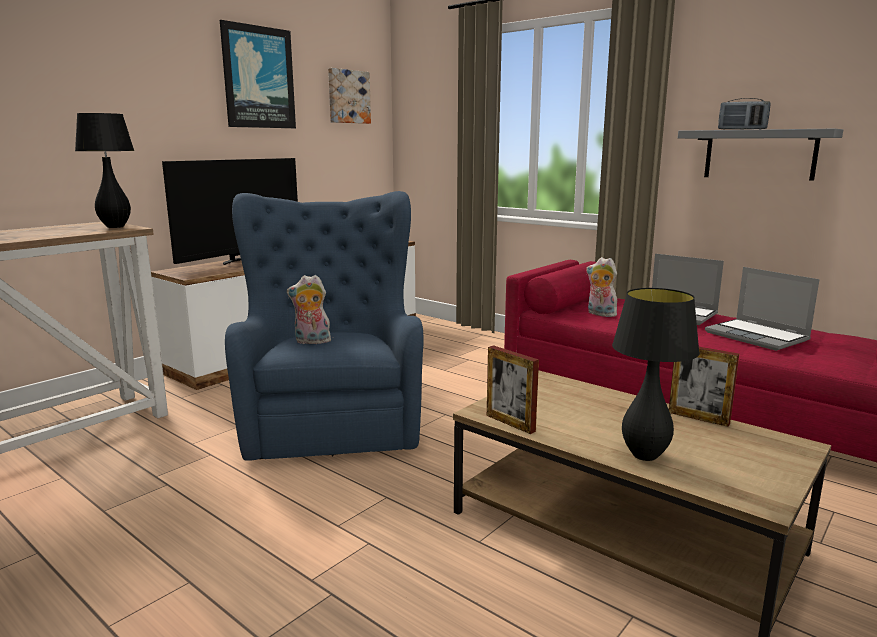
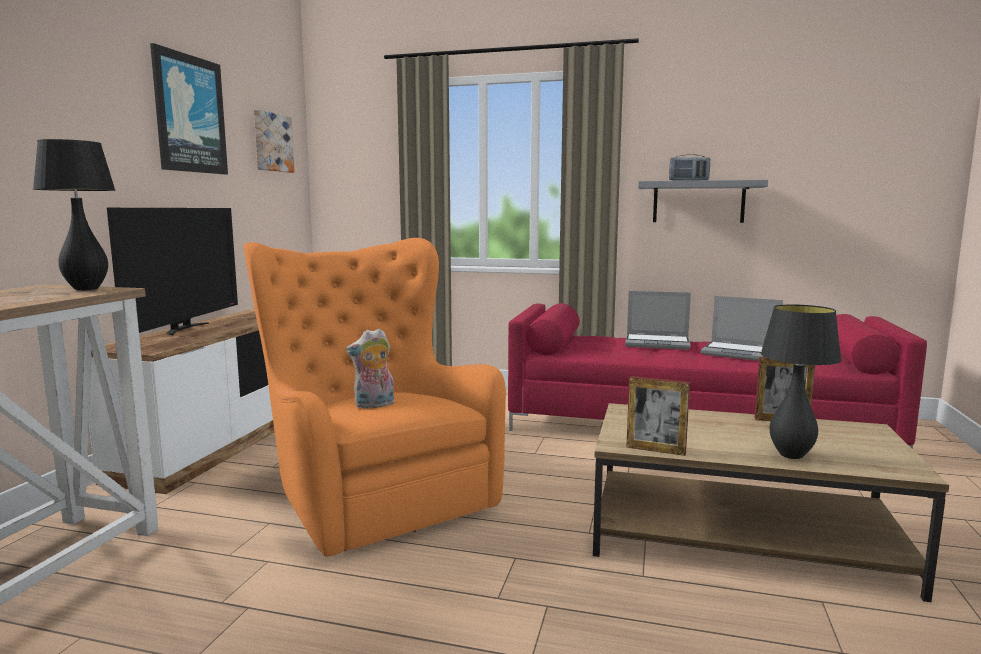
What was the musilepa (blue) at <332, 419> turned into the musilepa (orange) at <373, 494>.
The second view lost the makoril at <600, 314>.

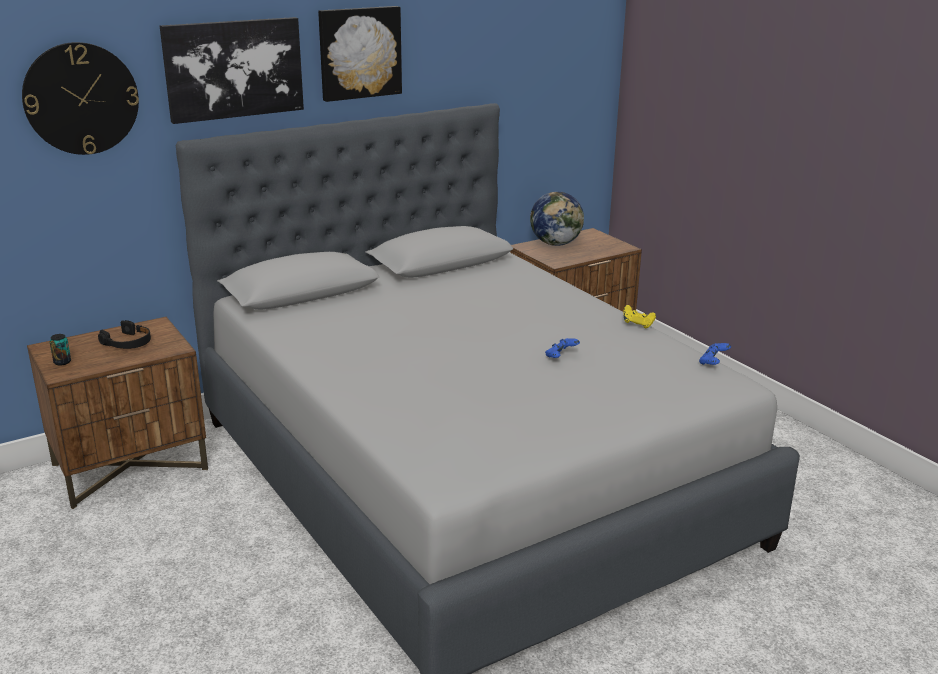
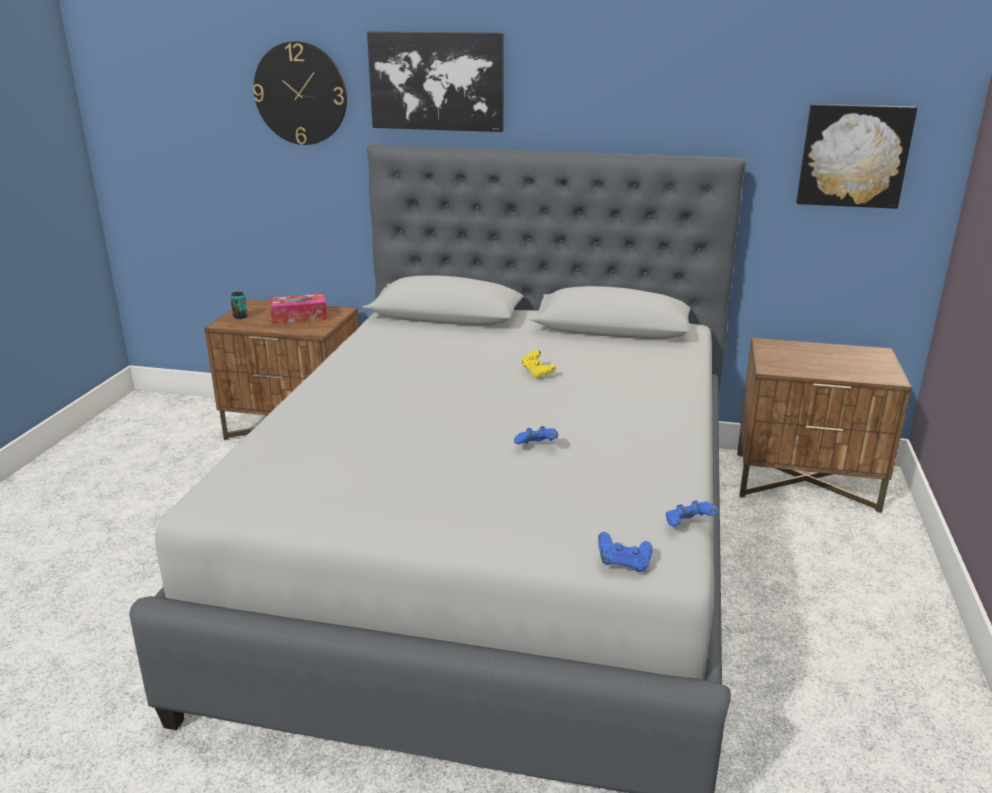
The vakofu ended up elsewhere, having gone from <359, 52> to <853, 155>.
The second view lost the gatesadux at <556, 244>.
The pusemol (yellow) ended up elsewhere, having gone from <638, 324> to <537, 373>.
Where the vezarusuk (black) stood at <128, 342>, the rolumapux came to stand at <299, 317>.
The second view gained the pusemol (blue) at <623, 564>.

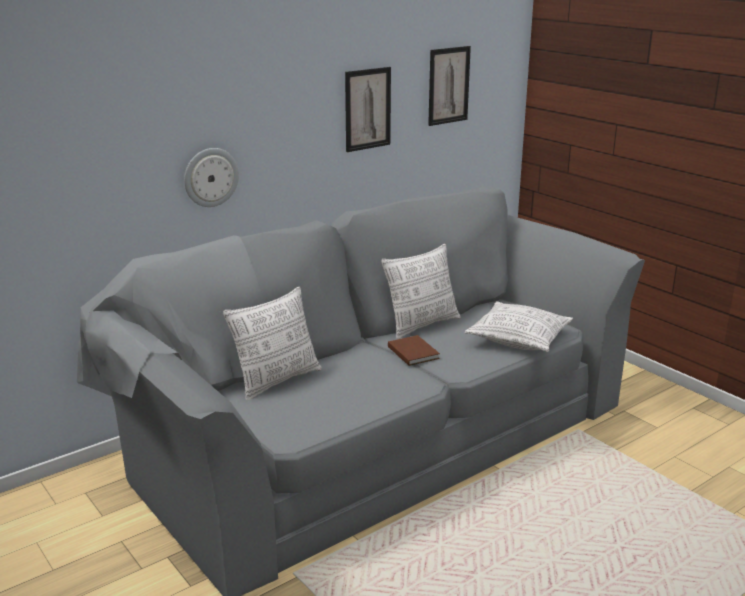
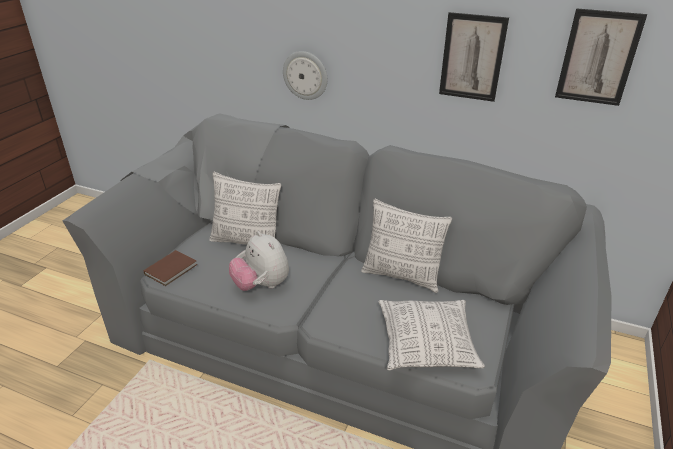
The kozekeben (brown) ended up elsewhere, having gone from <413, 352> to <172, 269>.
The second view gained the makoril at <261, 285>.

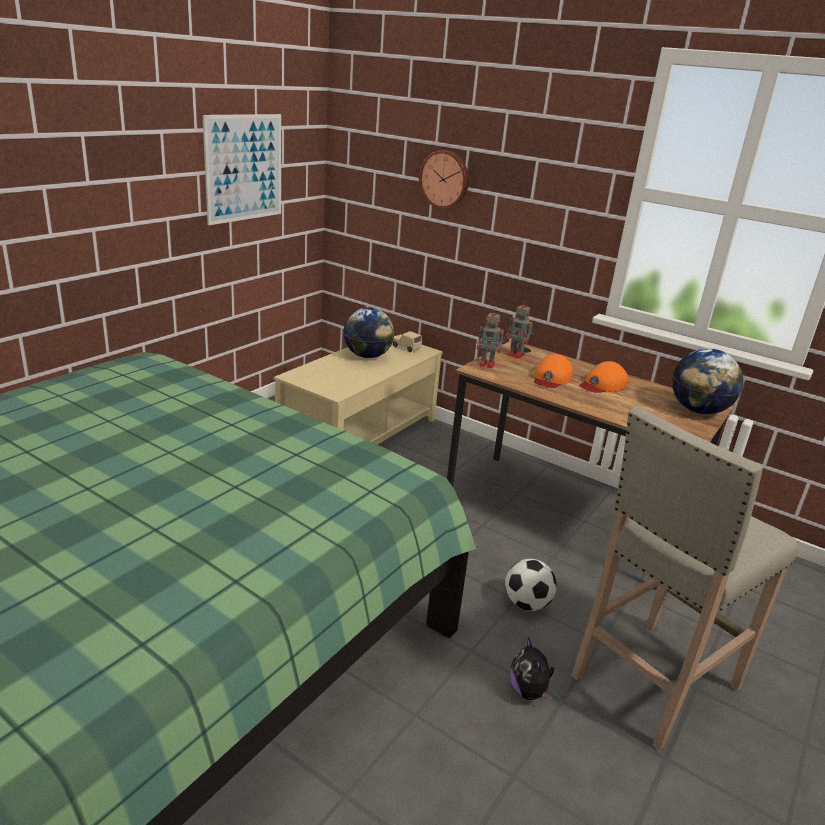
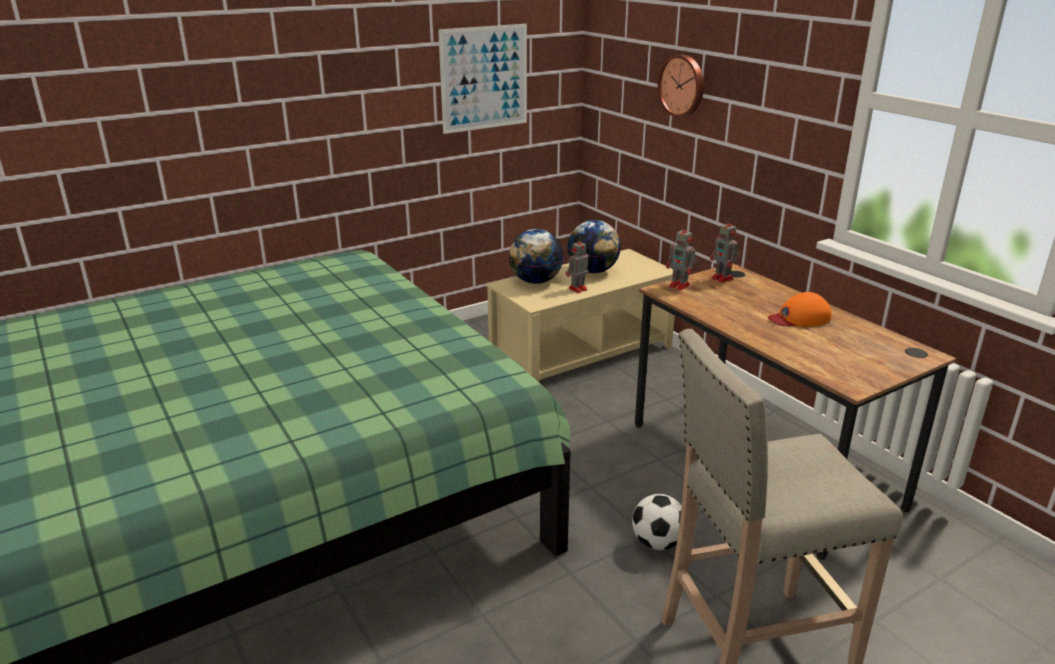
The second view lost the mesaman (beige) at <406, 347>.
The gatesadux ended up elsewhere, having gone from <698, 411> to <535, 281>.
The second view lost the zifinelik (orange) at <551, 378>.
The second view lost the makoril at <529, 691>.
The second view gained the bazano at <577, 289>.

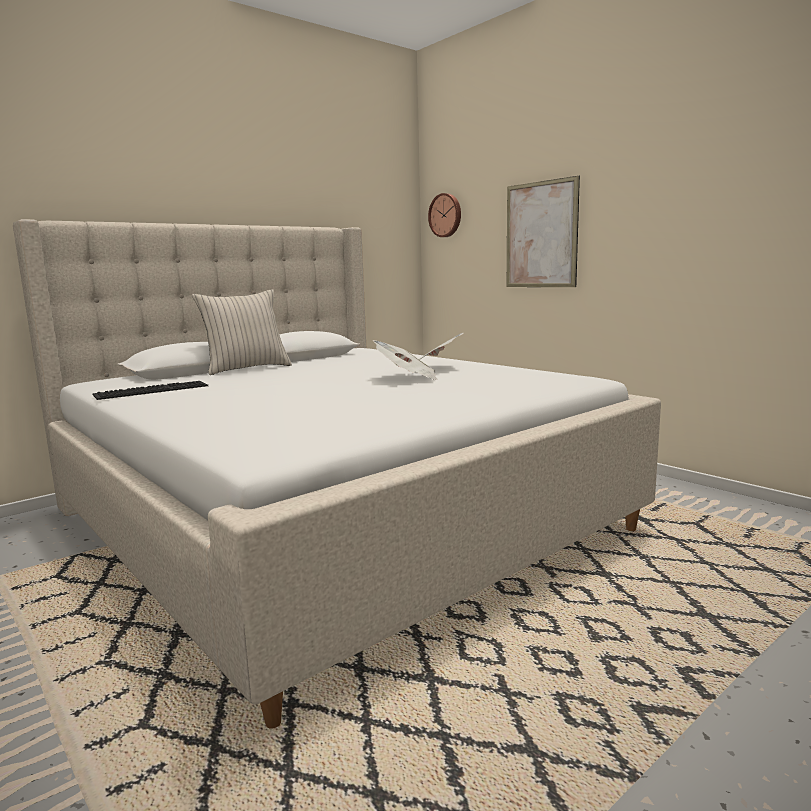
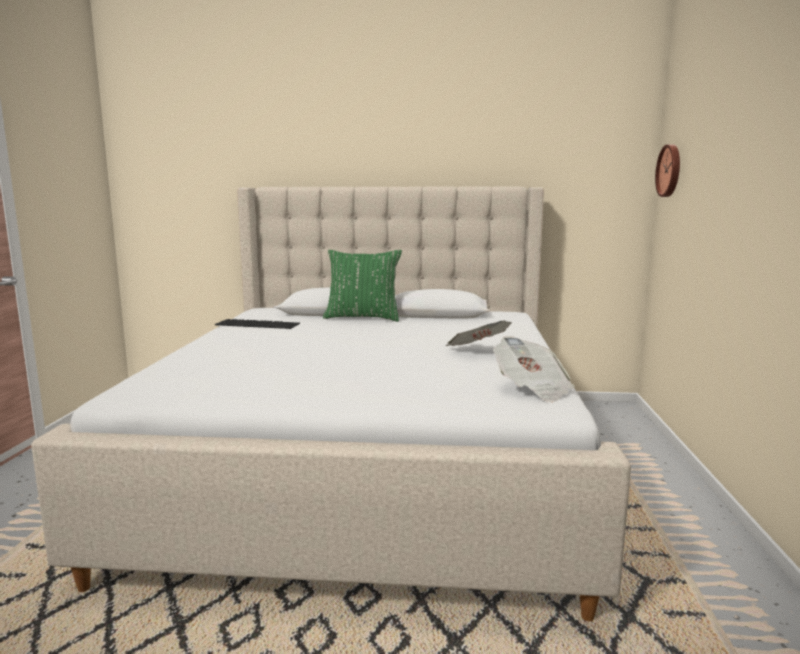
The second view lost the vakofu at <541, 235>.
What was the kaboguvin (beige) at <246, 369> turned into the kaboguvin (green) at <363, 318>.
The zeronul ended up elsewhere, having gone from <407, 378> to <532, 389>.

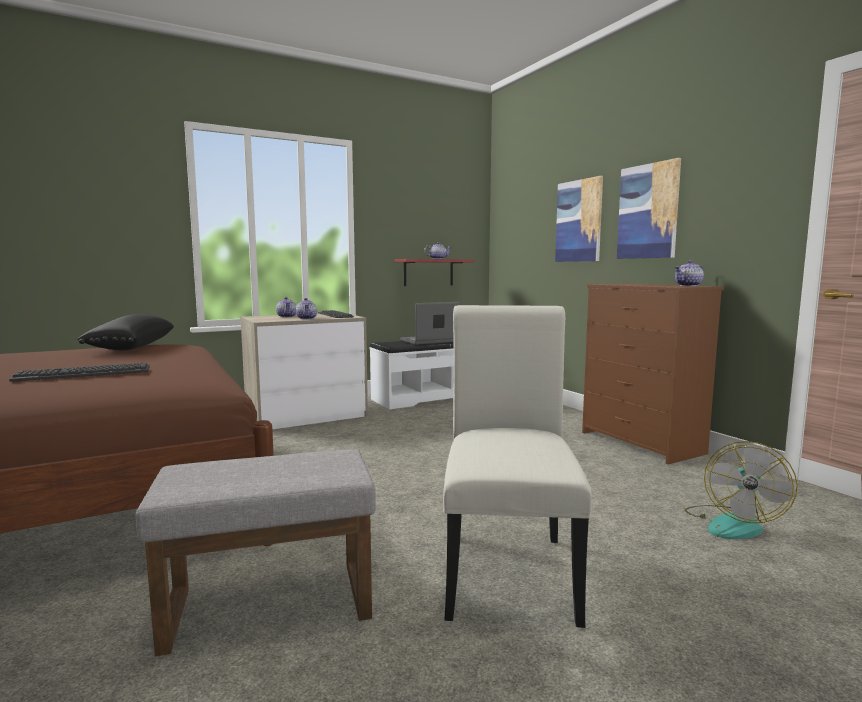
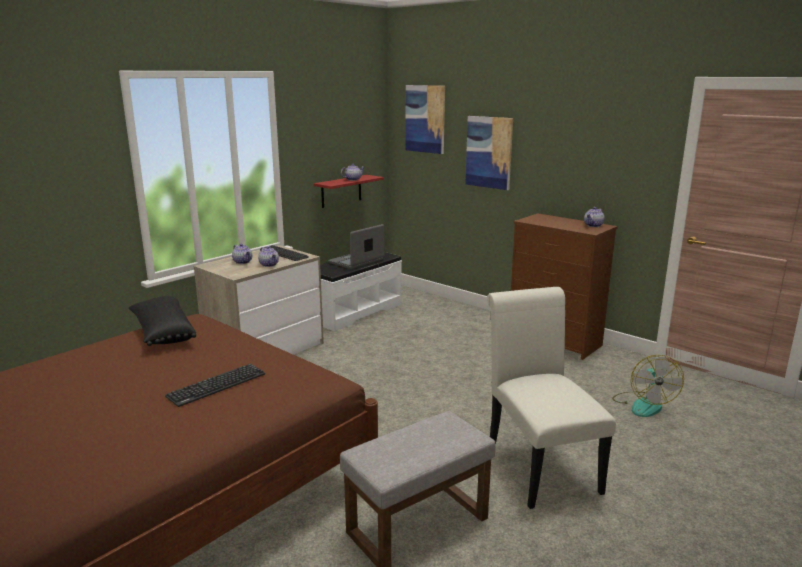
The vakofu ended up elsewhere, having gone from <648, 211> to <425, 119>.

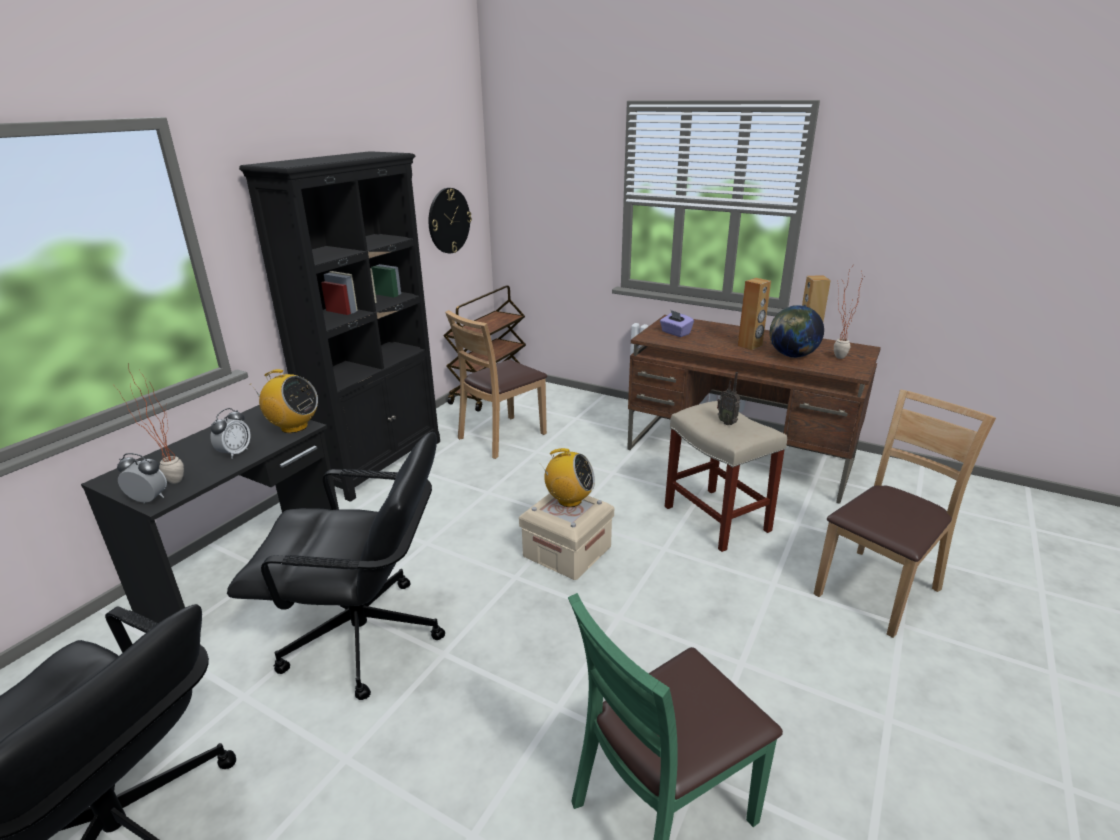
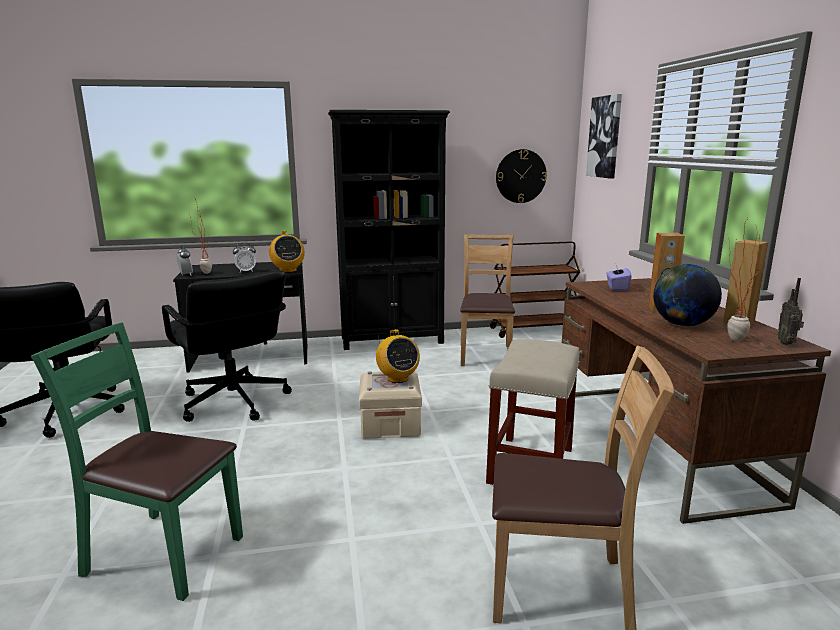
The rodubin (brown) at <501, 437> ended up facing another way, 90 degrees clockwise from before.
The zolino ended up elsewhere, having gone from <727, 422> to <787, 343>.
The second view gained the vakofu at <605, 137>.

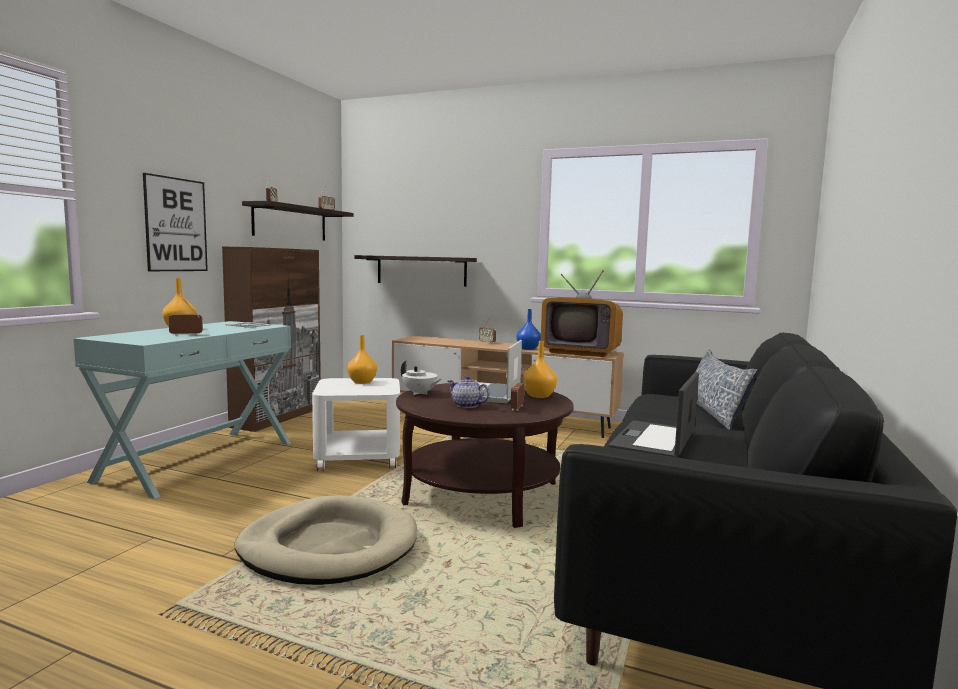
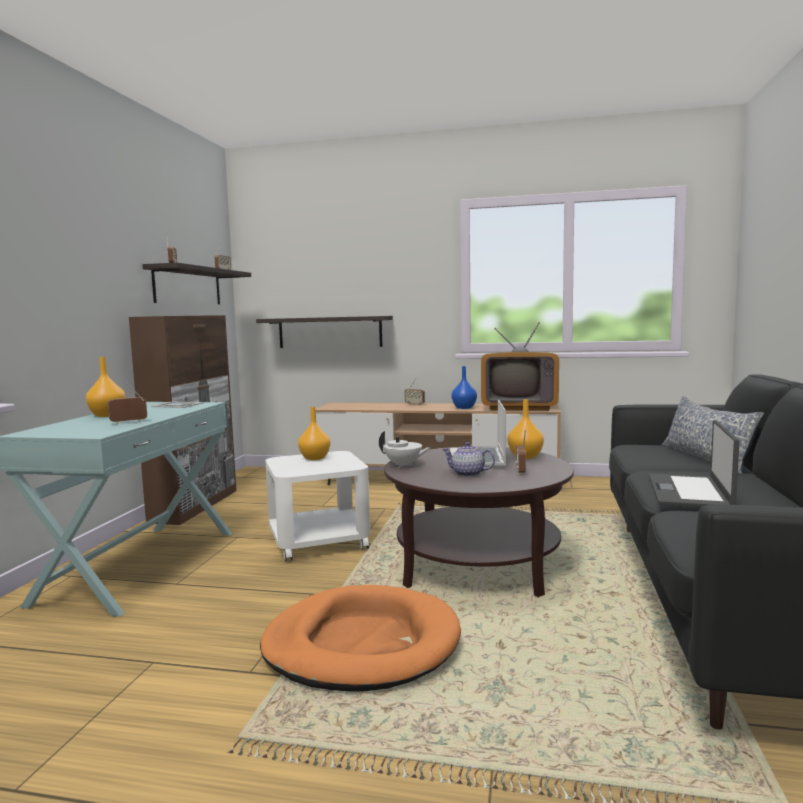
The second view lost the vakofu at <176, 225>.
What was the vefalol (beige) at <329, 546> turned into the vefalol (orange) at <361, 644>.

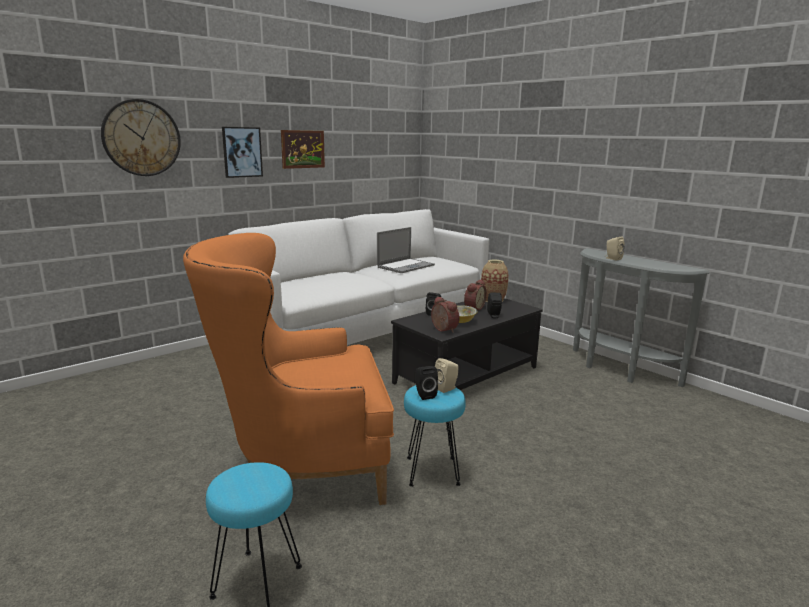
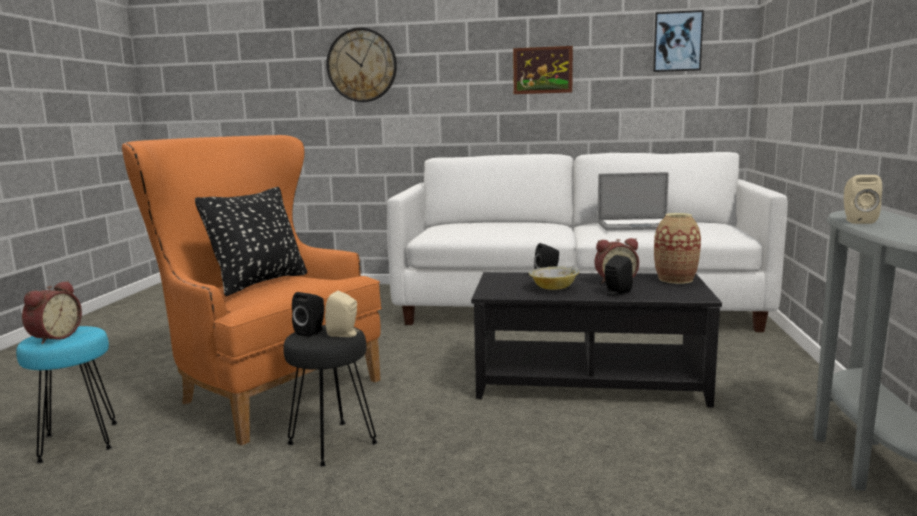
The vakofu ended up elsewhere, having gone from <242, 152> to <677, 41>.
The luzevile ended up elsewhere, having gone from <443, 330> to <54, 337>.
What was the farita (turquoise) at <431, 471> turned into the farita (black) at <332, 443>.
The second view gained the kaboguvin (black) at <259, 283>.

